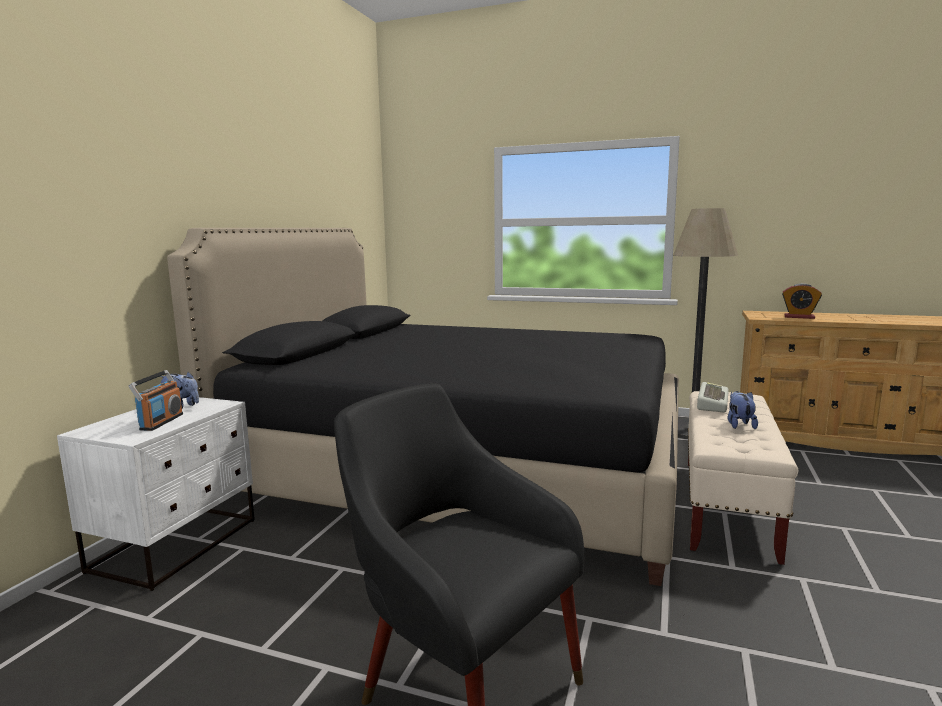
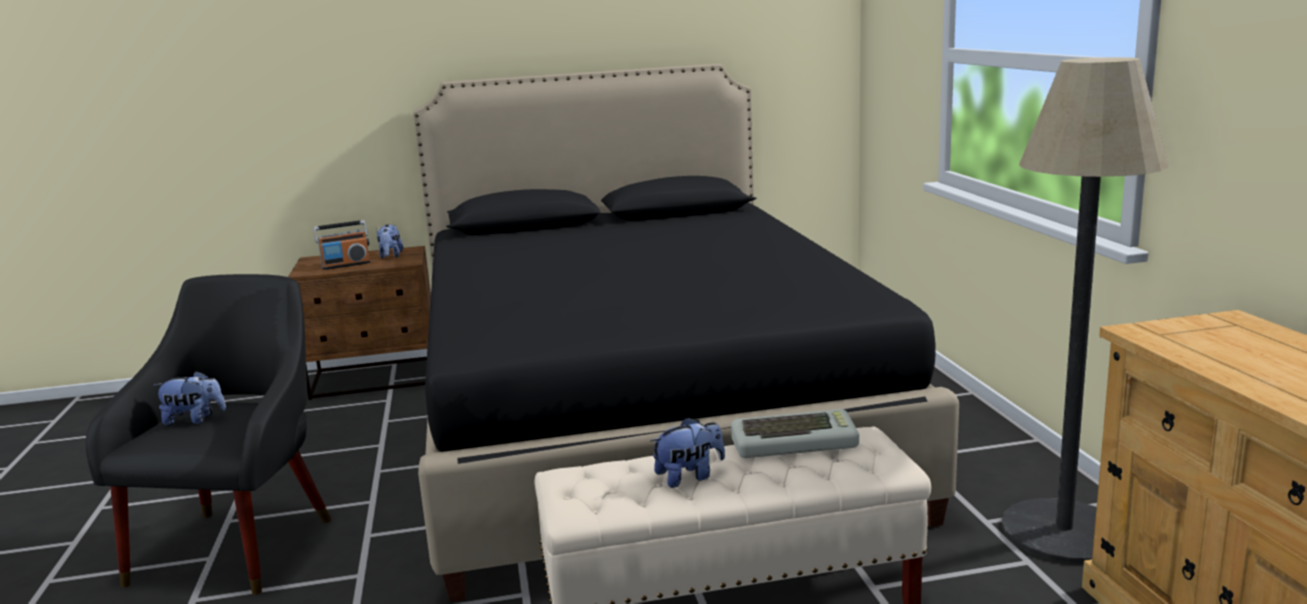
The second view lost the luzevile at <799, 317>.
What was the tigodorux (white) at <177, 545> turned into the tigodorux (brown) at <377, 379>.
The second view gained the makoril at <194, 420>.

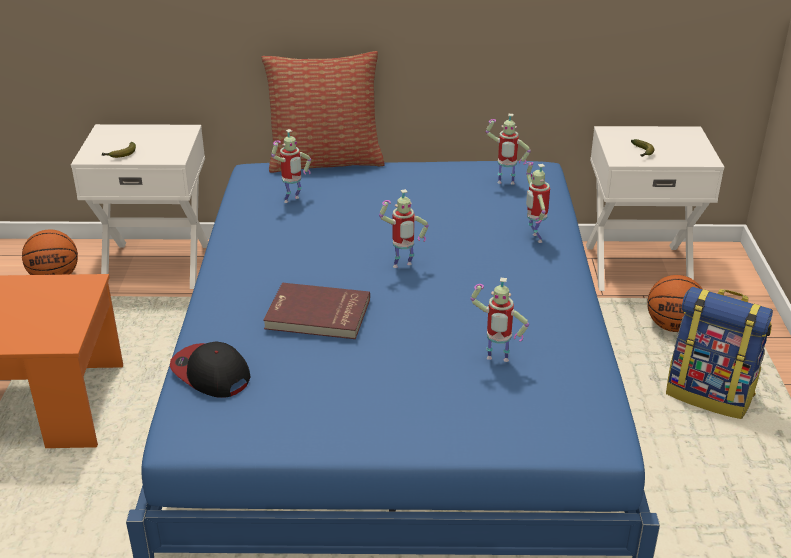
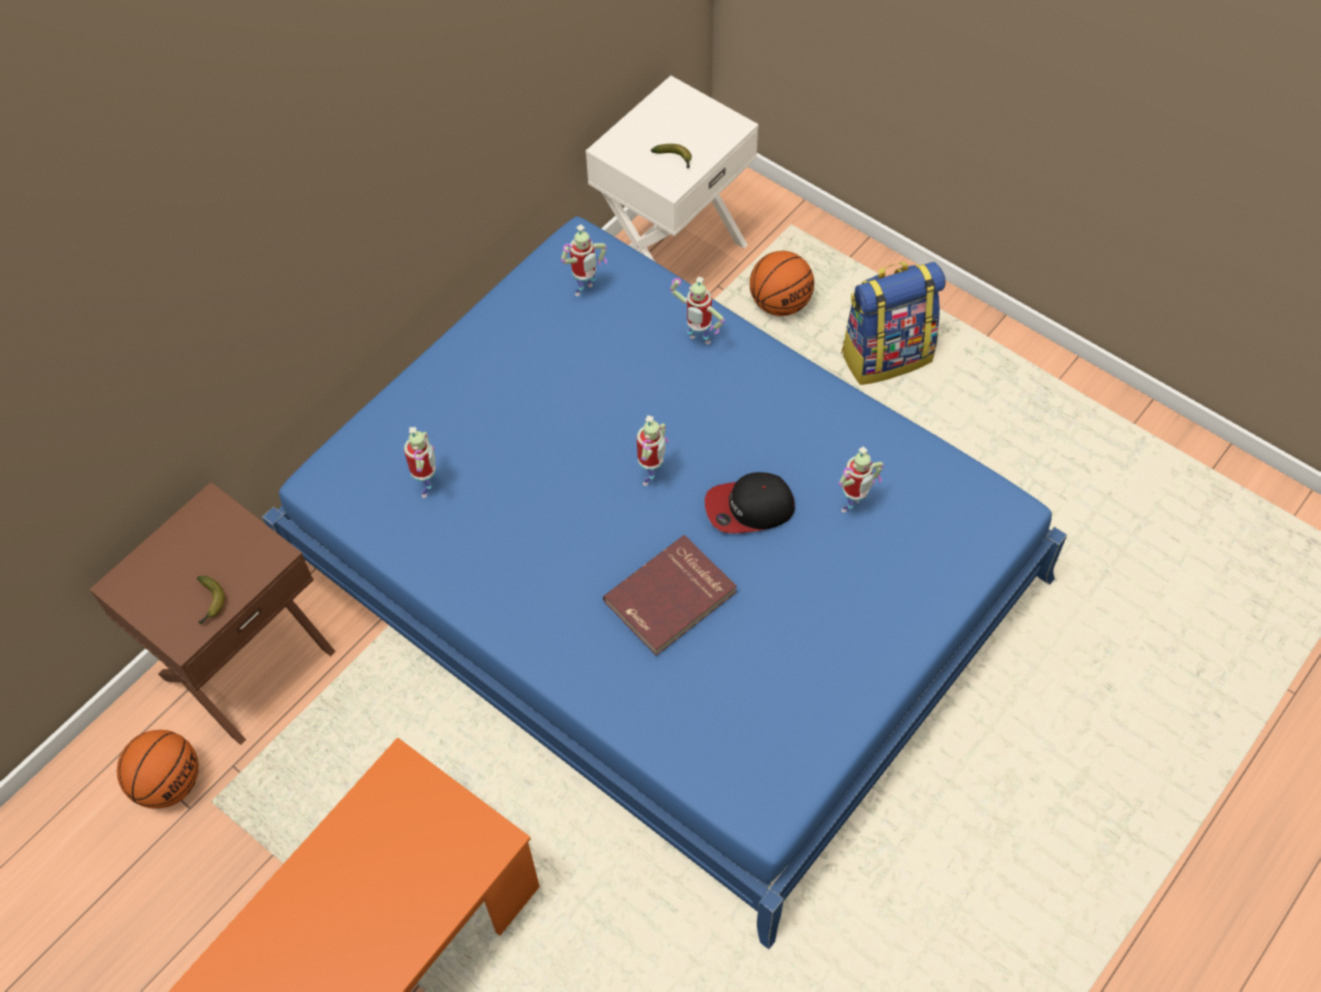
The second view lost the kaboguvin at <325, 161>.
What was the tigodorux (white) at <157, 264> turned into the tigodorux (brown) at <245, 661>.
The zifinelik ended up elsewhere, having gone from <210, 373> to <749, 508>.

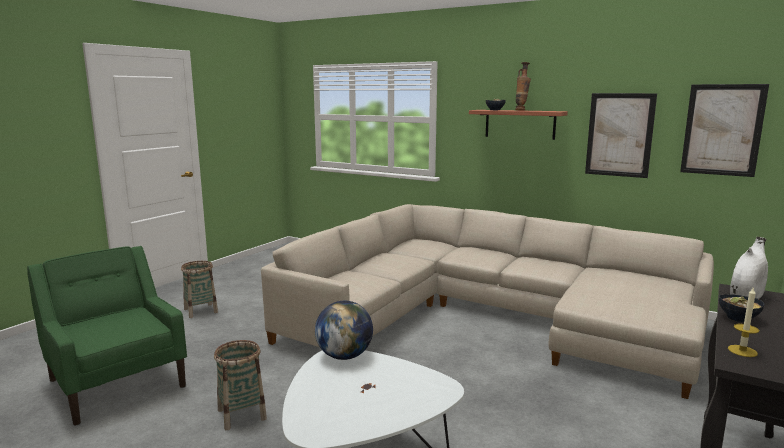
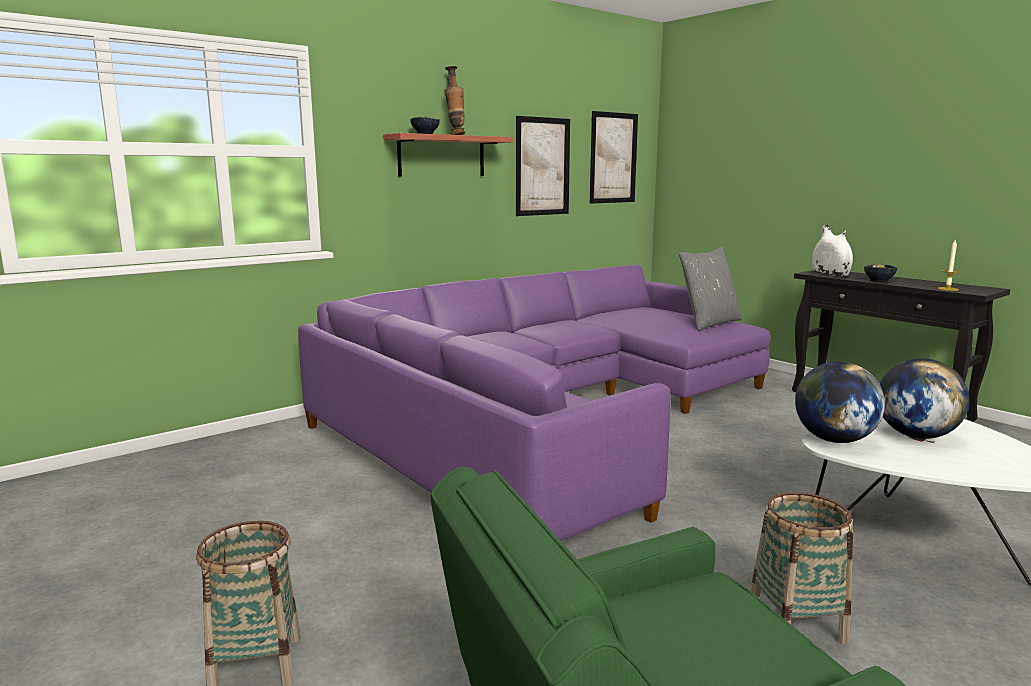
What was the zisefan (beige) at <486, 318> turned into the zisefan (purple) at <547, 415>.
The second view gained the kaboguvin (grey) at <709, 323>.
The second view gained the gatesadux at <916, 435>.

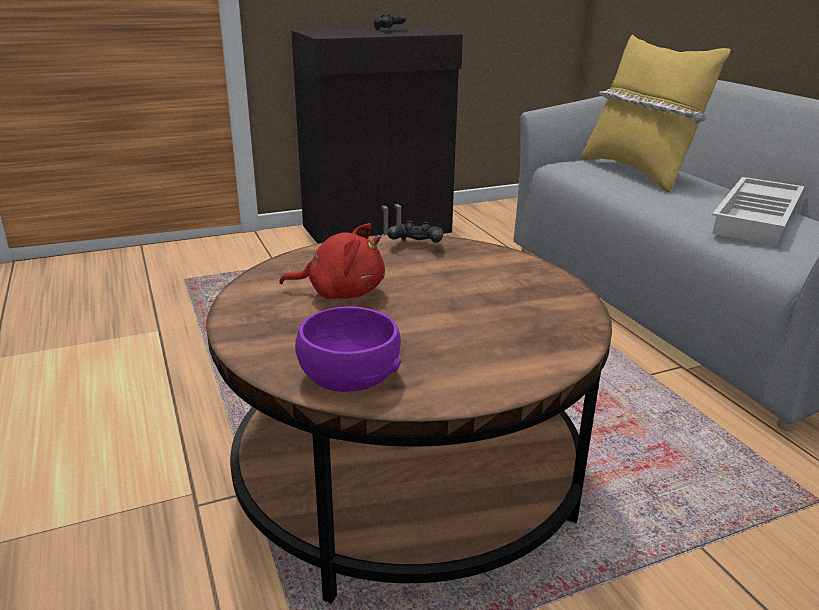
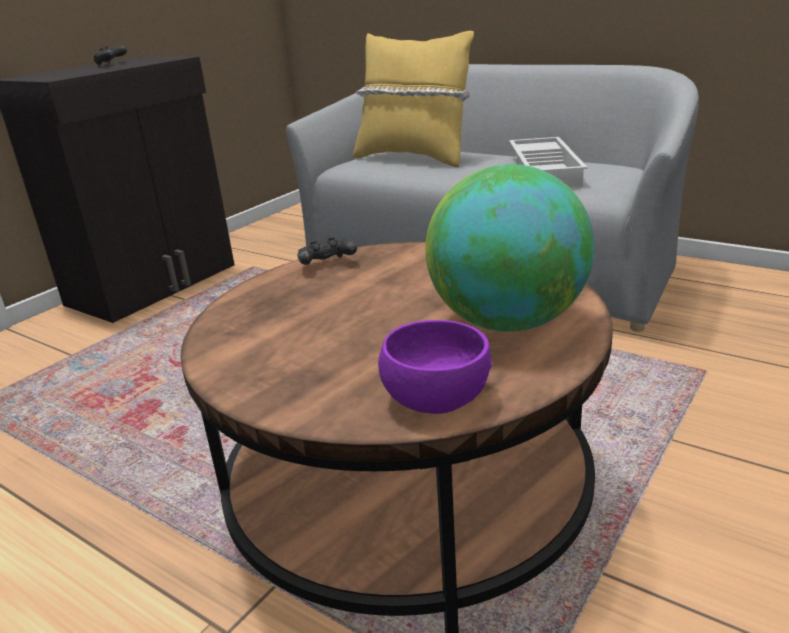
The second view lost the makoril (red) at <341, 292>.
The second view gained the gatesadux at <507, 322>.

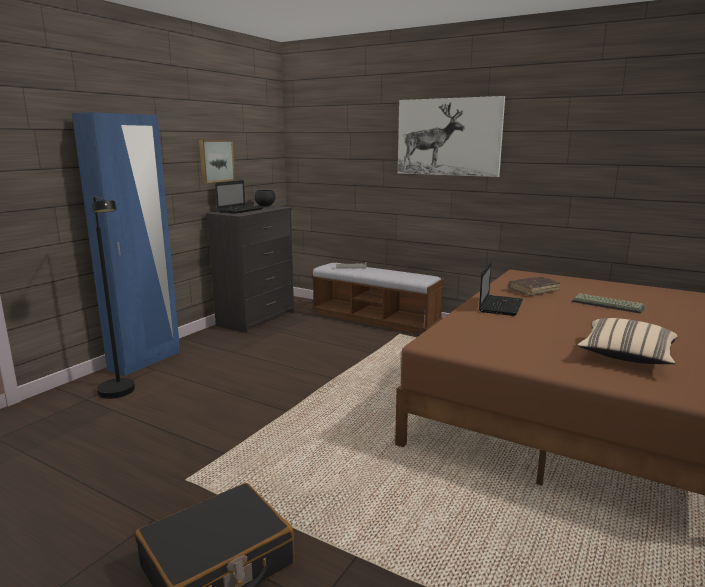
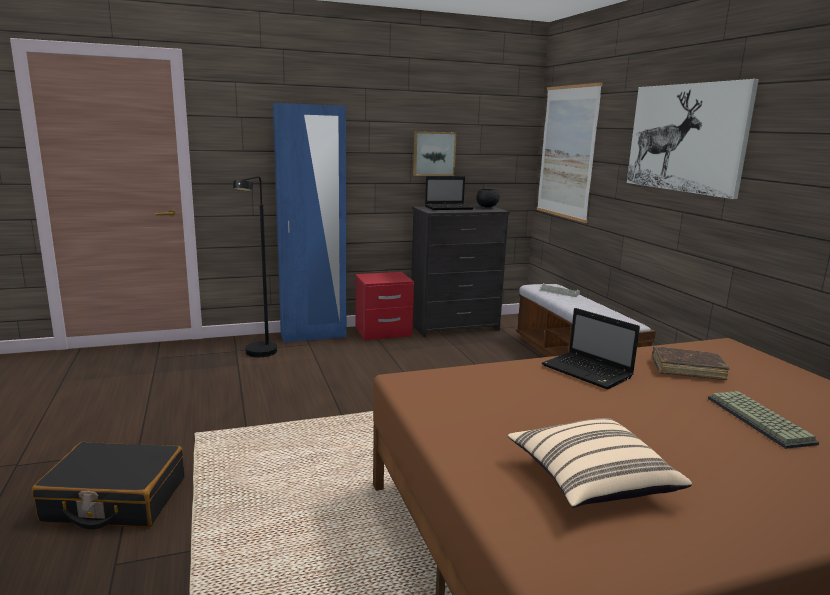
The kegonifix at <500, 306> ended up facing another way, 75 degrees clockwise from before.
The second view gained the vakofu at <567, 152>.
The second view gained the tigodorux (red) at <383, 332>.

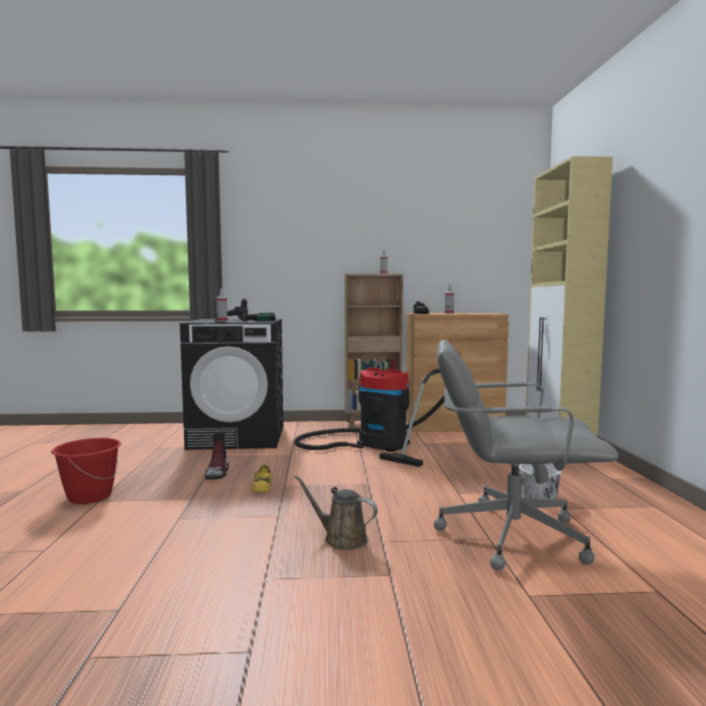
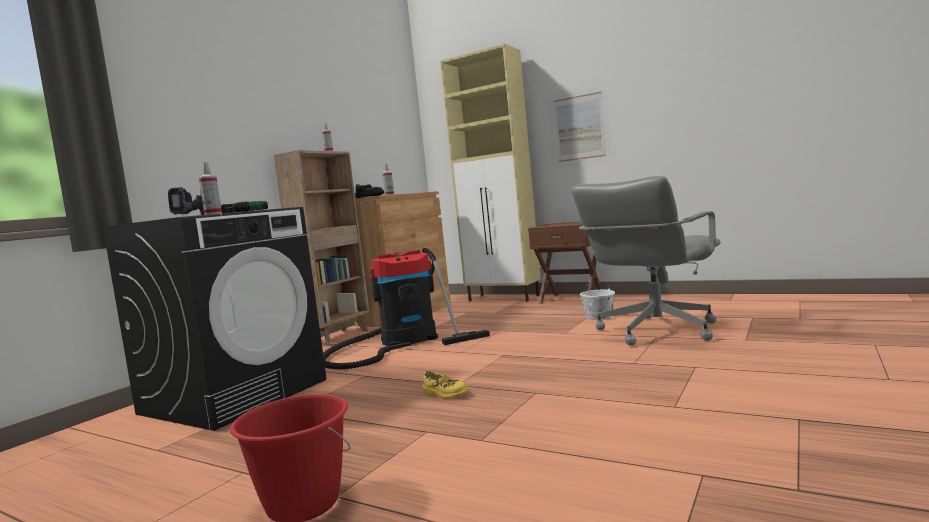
The second view lost the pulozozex at <217, 473>.
The second view lost the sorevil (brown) at <341, 538>.
The second view gained the vakofu at <579, 127>.
The second view gained the tigodorux (brown) at <571, 299>.

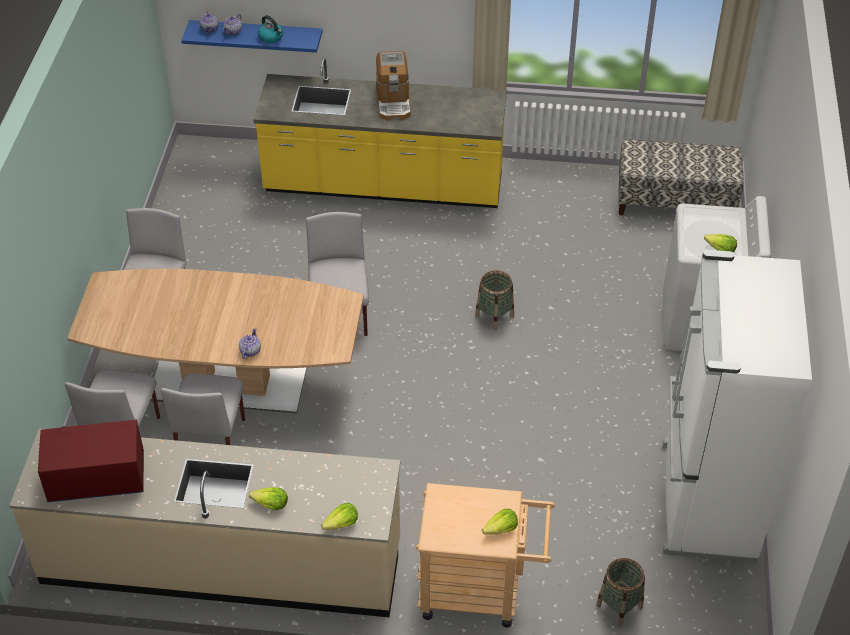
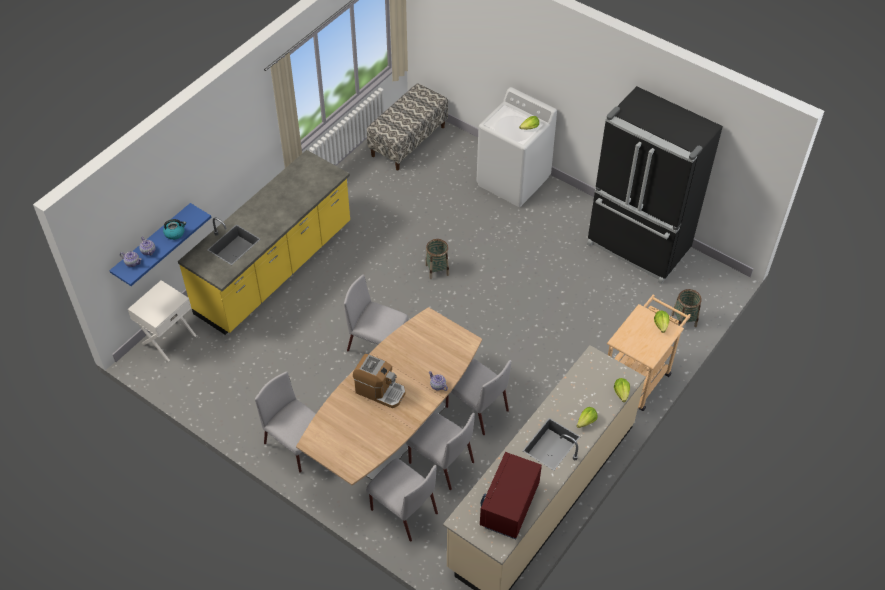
The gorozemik ended up elsewhere, having gone from <393, 102> to <380, 391>.
What was the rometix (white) at <705, 501> turned into the rometix (black) at <637, 248>.
The second view gained the tigodorux (white) at <168, 339>.
The second view gained the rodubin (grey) at <476, 408>.

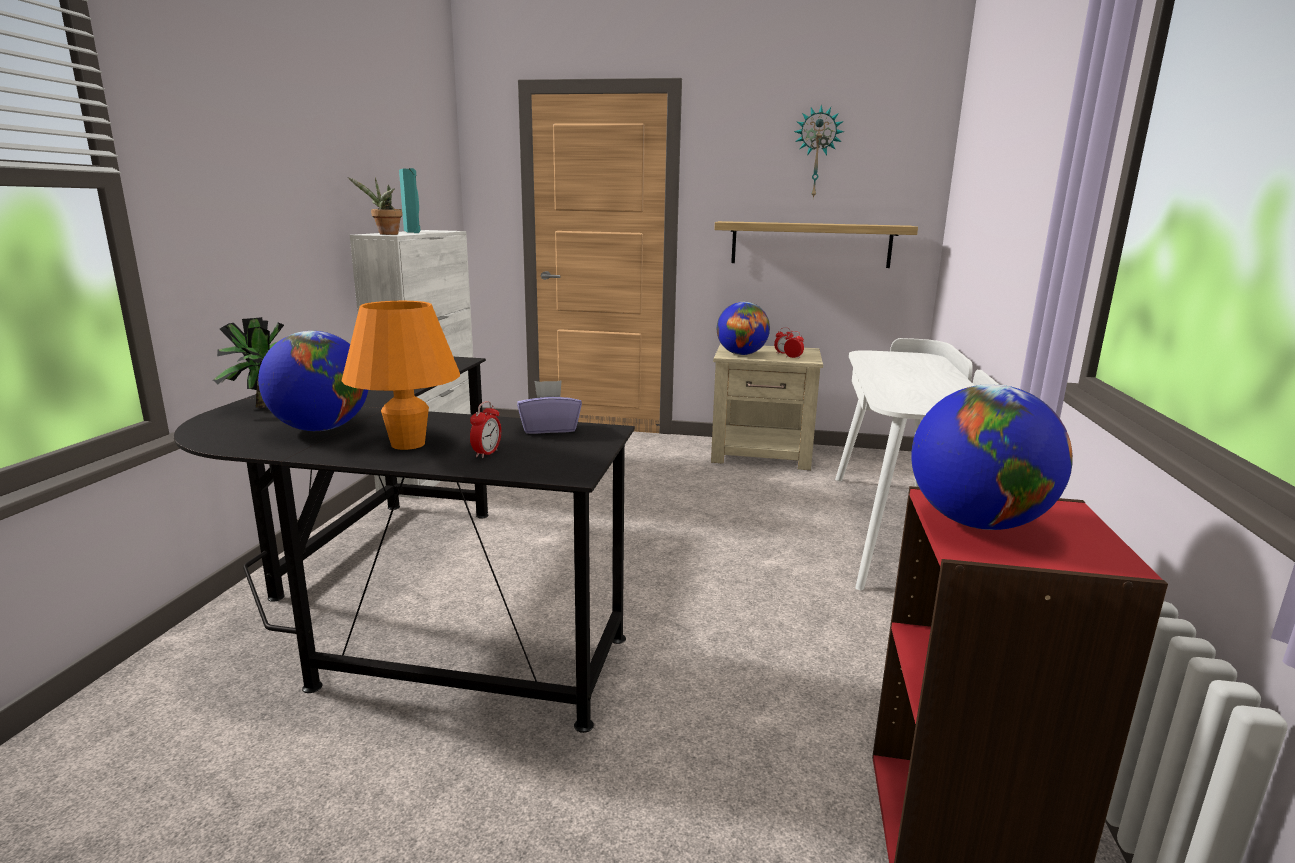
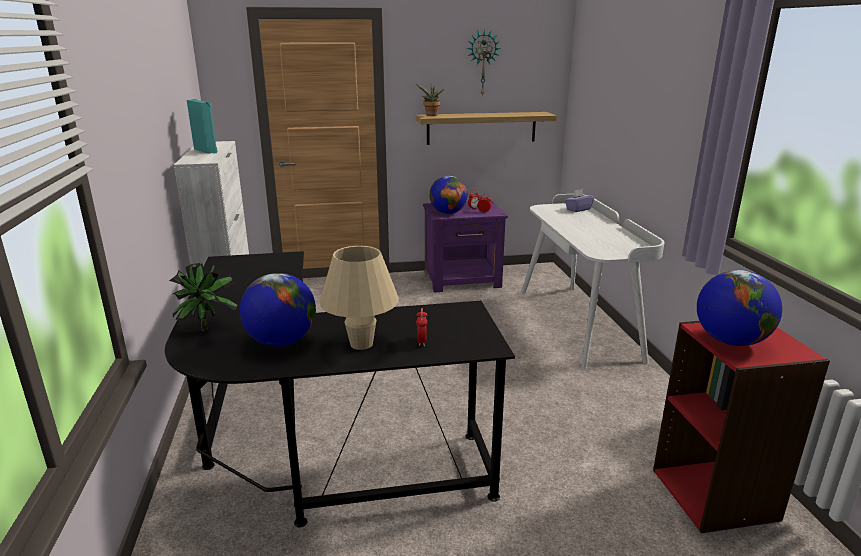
The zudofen ended up elsewhere, having gone from <385, 234> to <431, 115>.
What was the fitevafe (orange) at <408, 444> turned into the fitevafe (beige) at <361, 344>.
What was the tigodorux (beige) at <763, 454> turned into the tigodorux (purple) at <463, 279>.
The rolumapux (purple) ended up elsewhere, having gone from <549, 428> to <578, 209>.

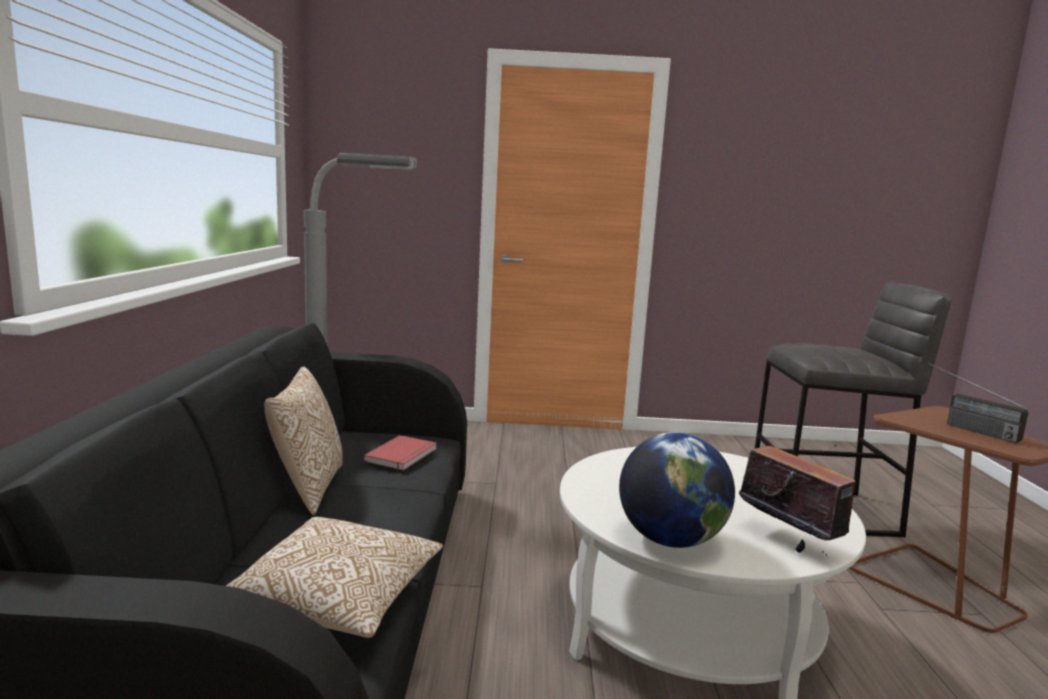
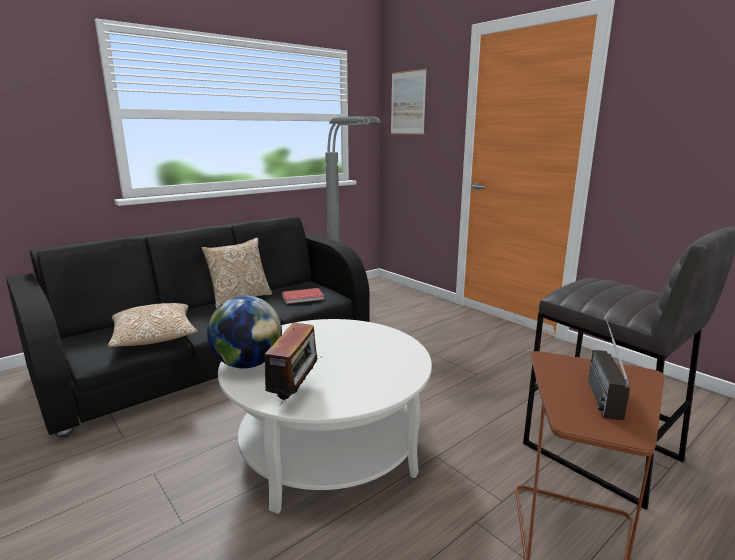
The second view gained the vakofu at <408, 103>.

